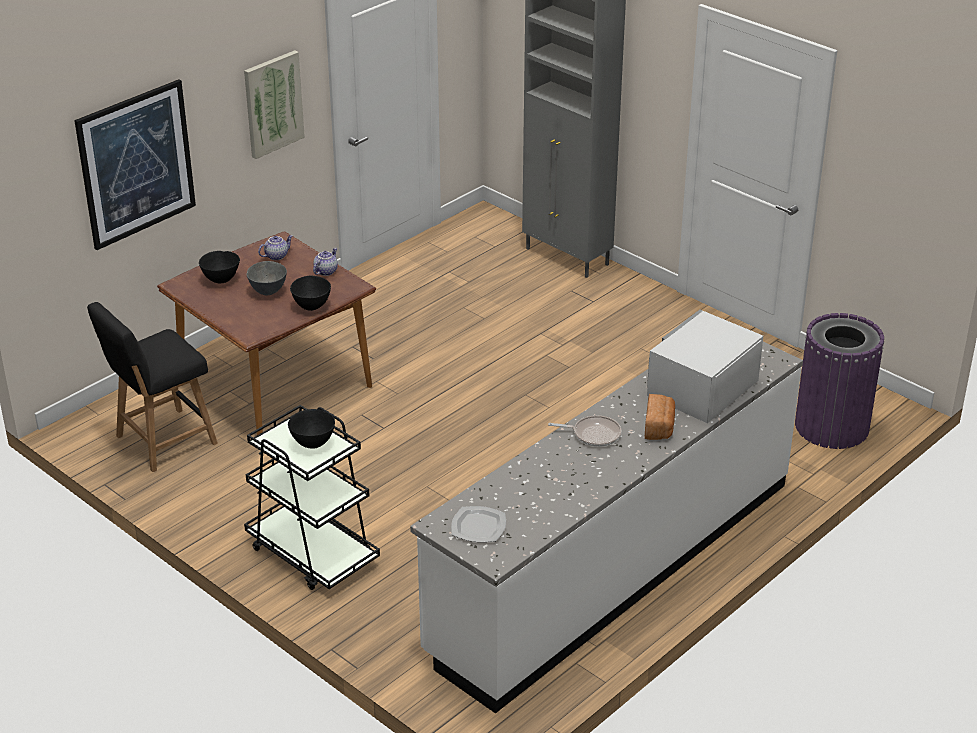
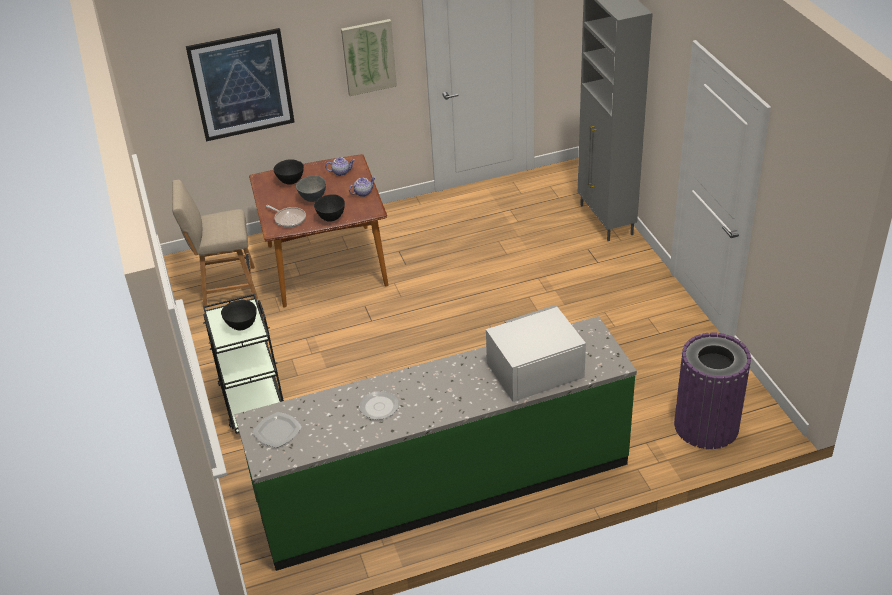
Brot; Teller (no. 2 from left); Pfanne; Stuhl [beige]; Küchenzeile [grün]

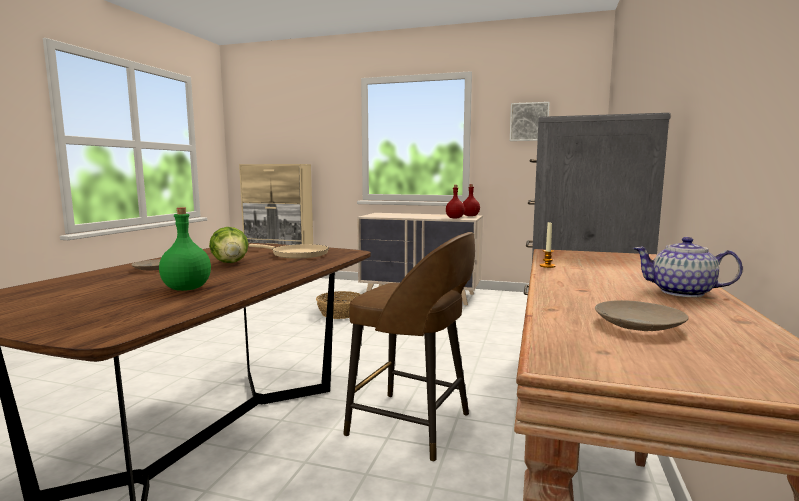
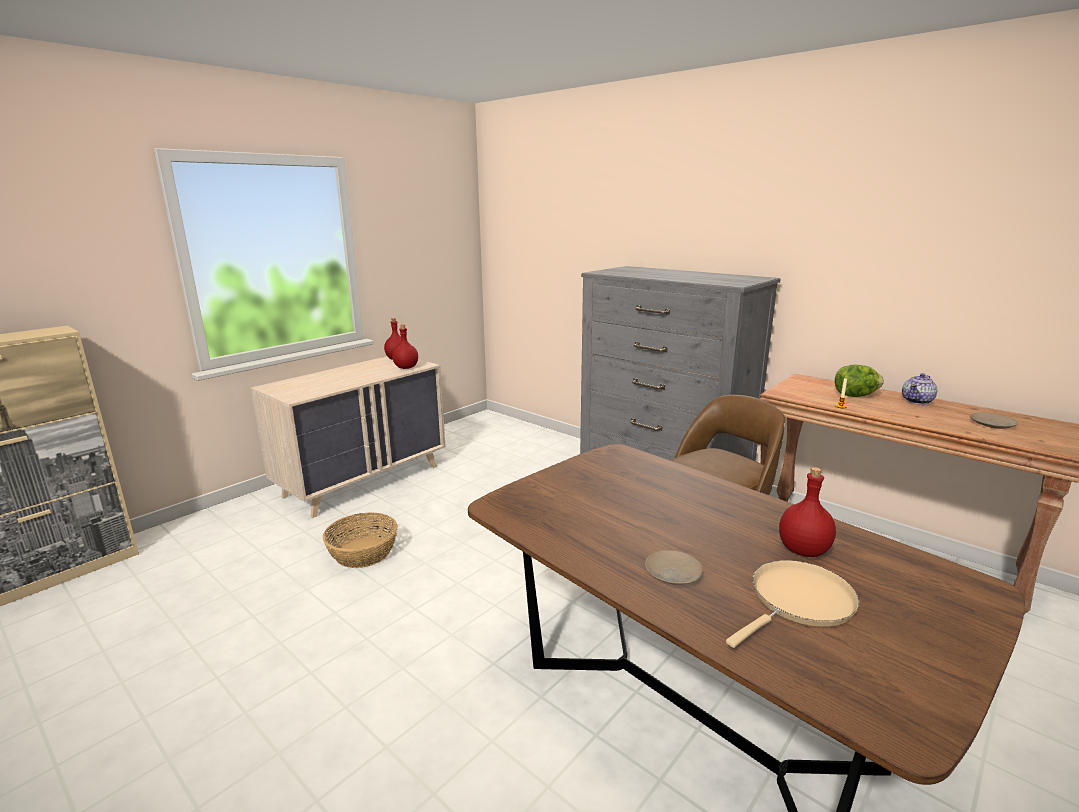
Bild; Salatkopf; Pfanne [beige]; Flasche [rot] (no. 3 from left)

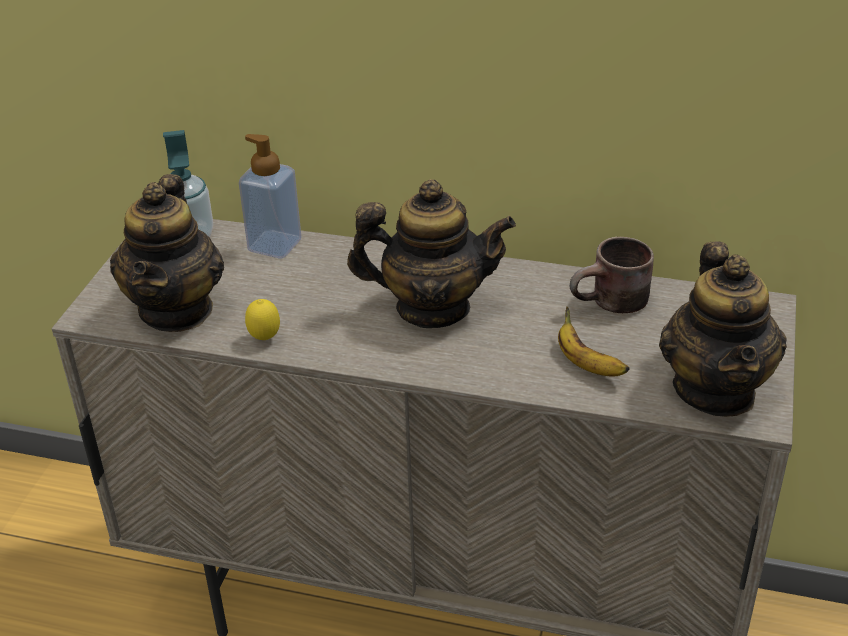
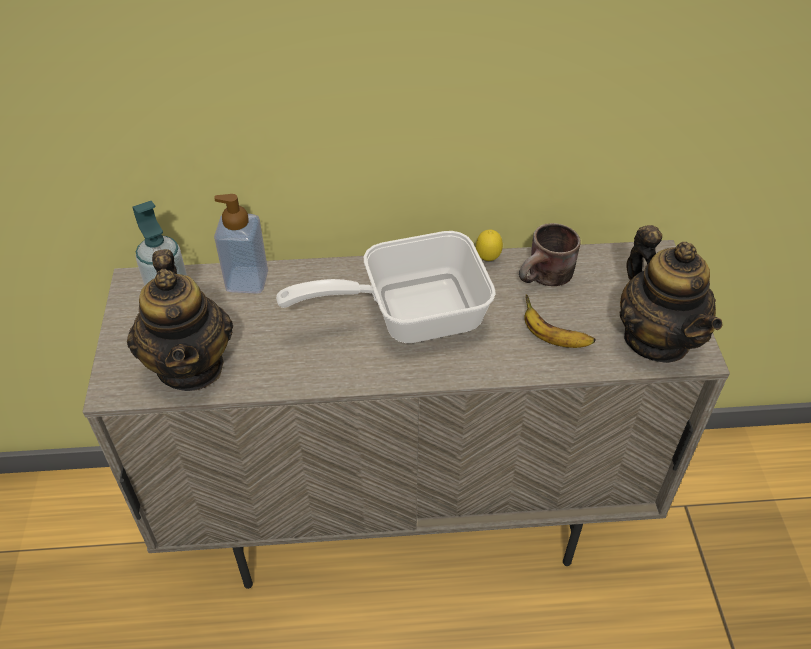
Zitrone; Pfanne

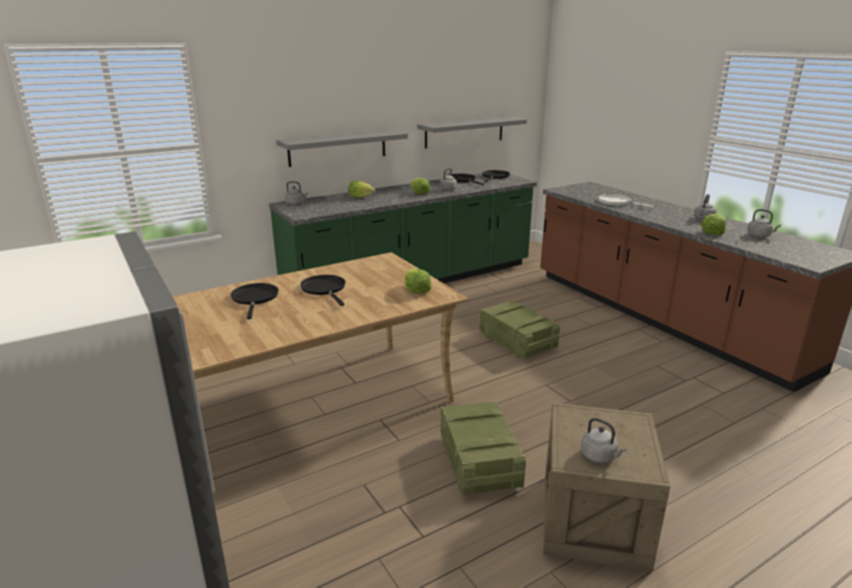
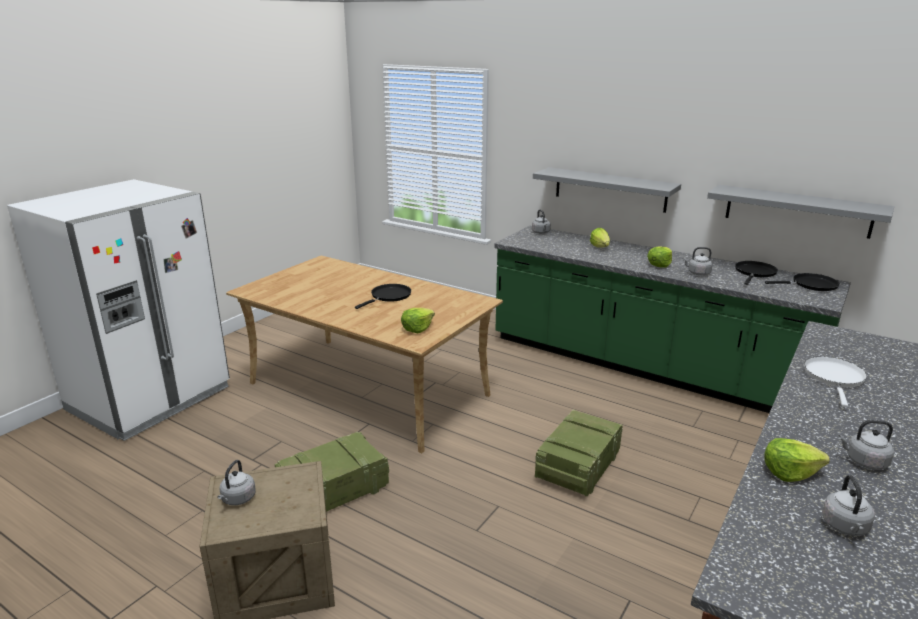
Pfanne [schwarz] (no. 1 from left in the first image)

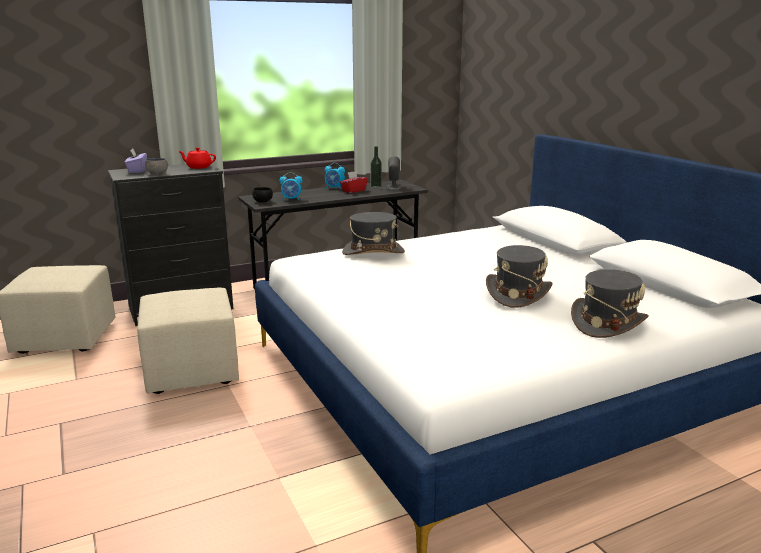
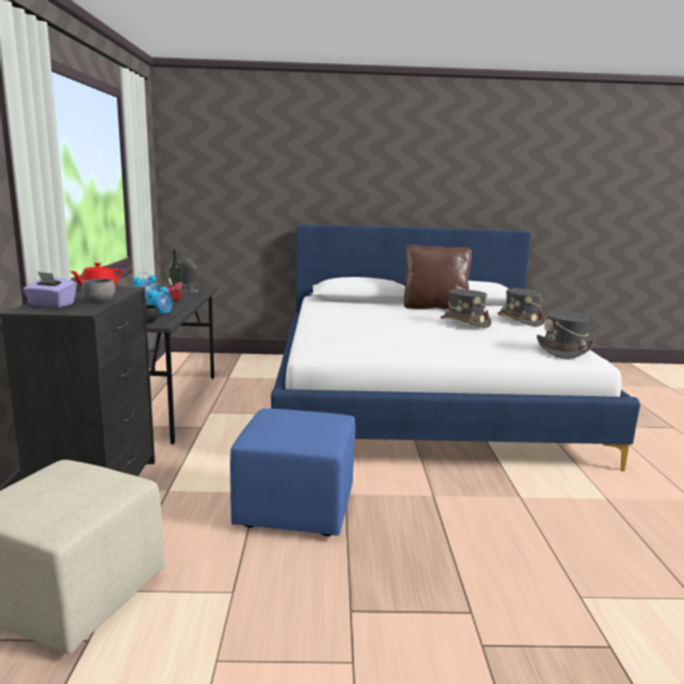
Kissen [braun]; Hut [grau] (no. 3 from left); Polsterhocker [blau]

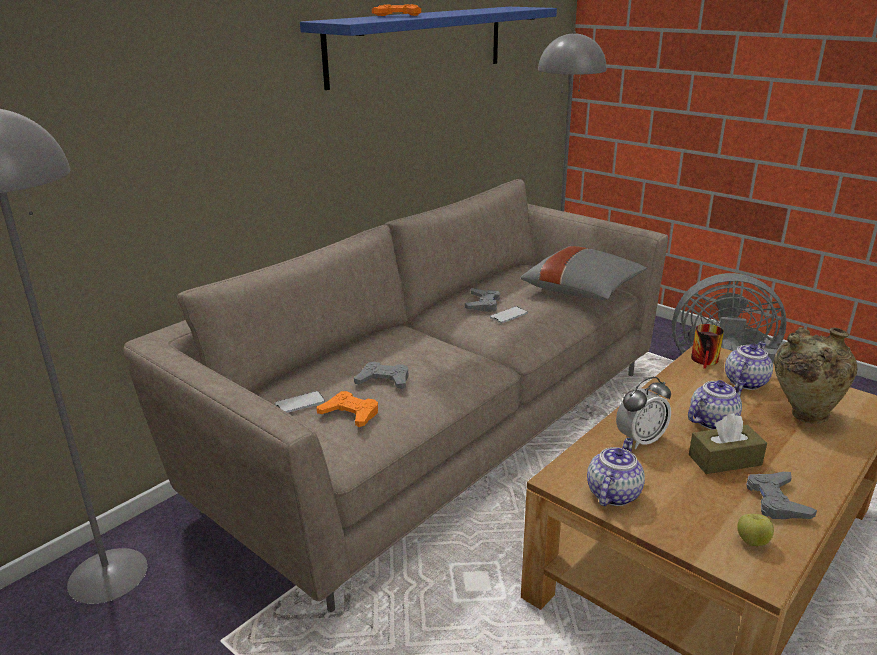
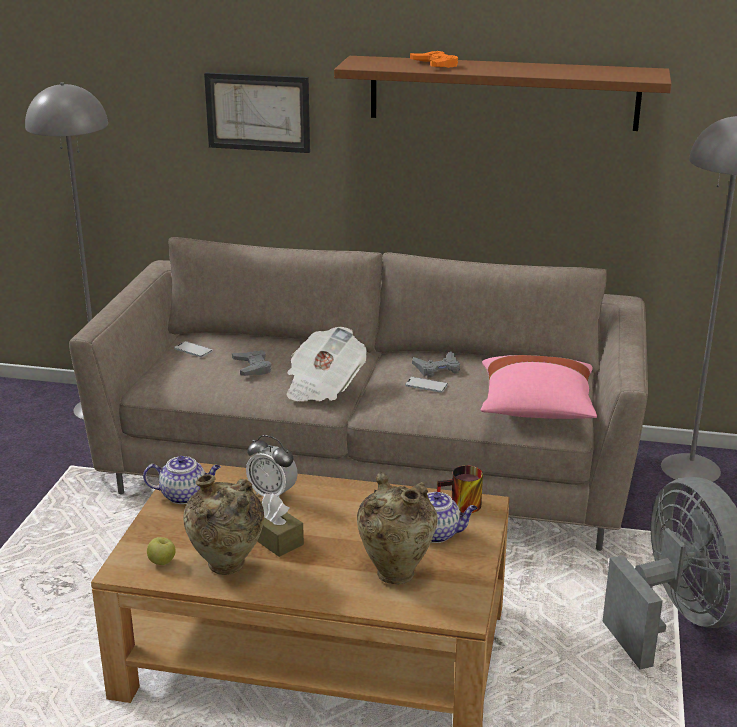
Gamepad [orange] (no. 1 from left in the first image); Teekanne (no. 2 from left in the first image); Bild; Zeitung; Vase [beige] (no. 1 from left); Wandregal [braun]; Kissen [rosa]

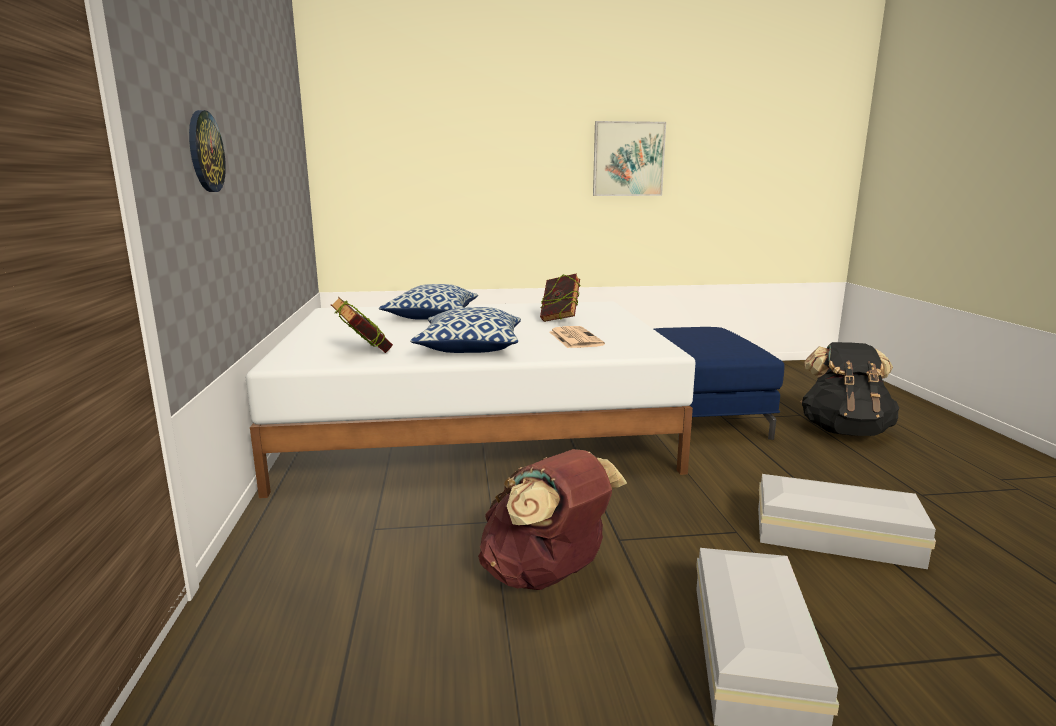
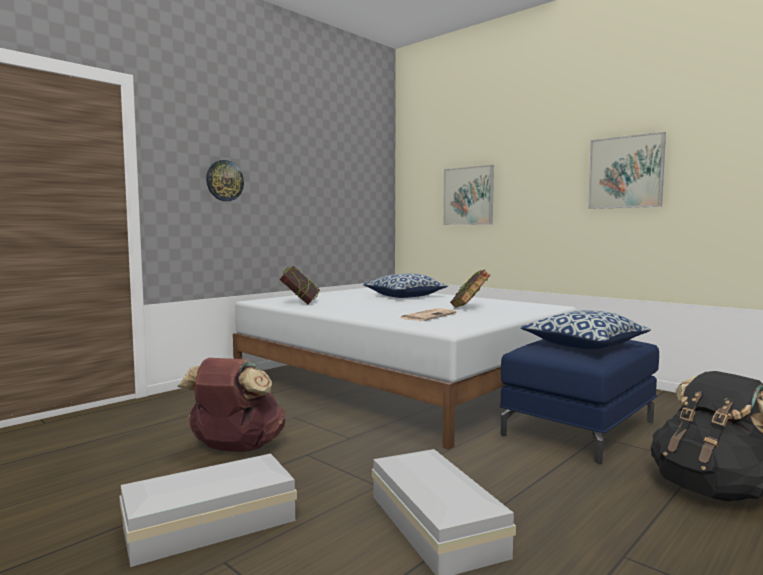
Bild (no. 1 from left); Kissen (no. 2 from left)

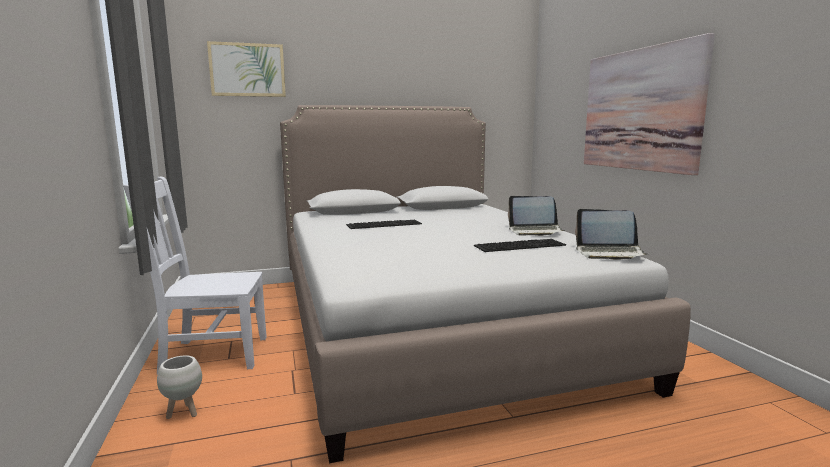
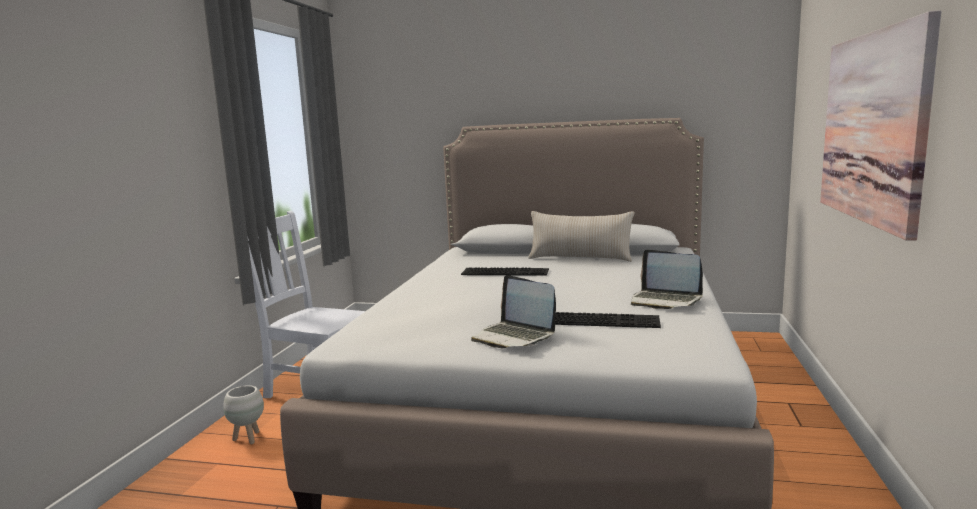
Bild (no. 1 from left in the first image); Kissen [beige]; Laptop (no. 1 from left)

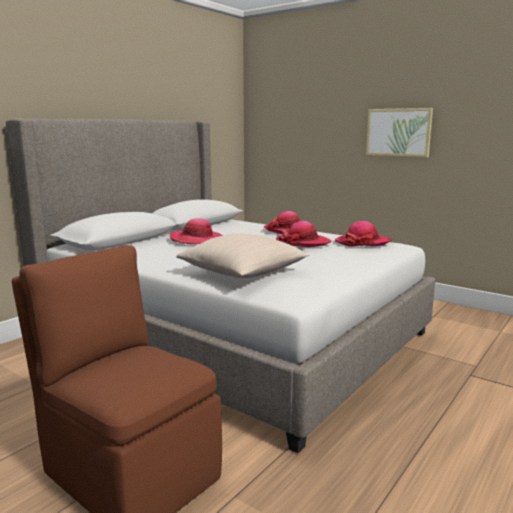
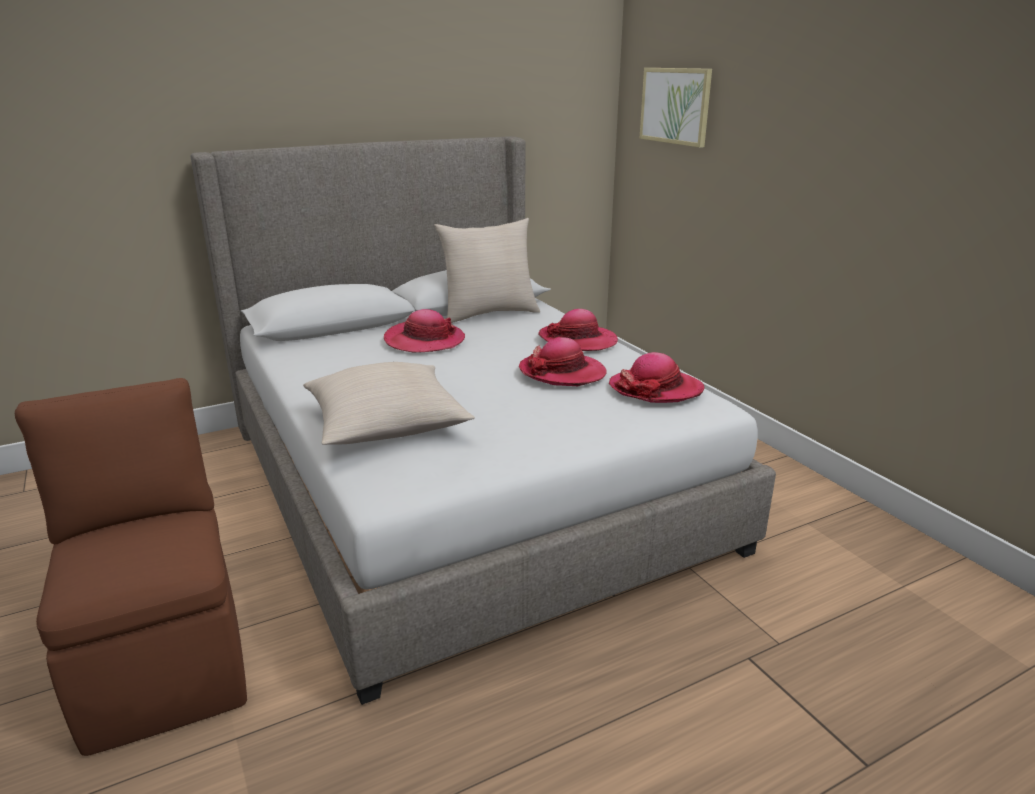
Kissen [beige] (no. 2 from left); Bild

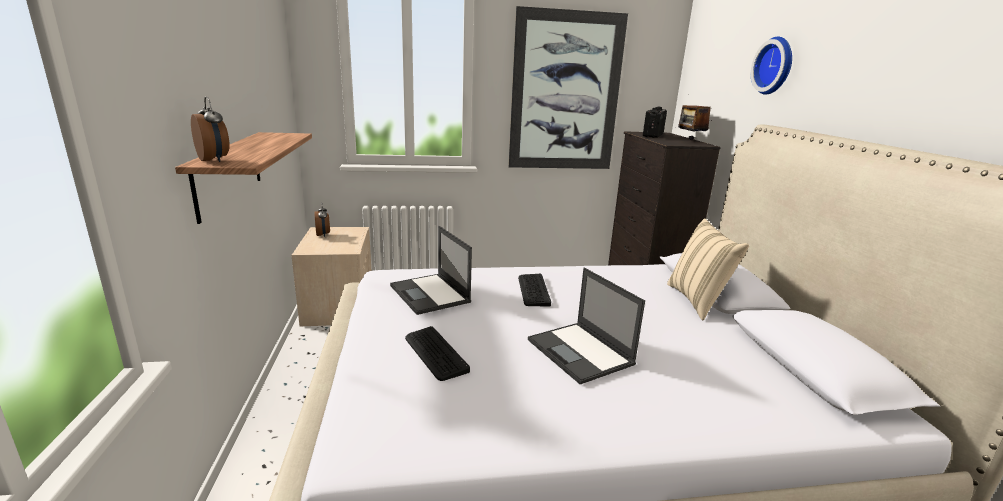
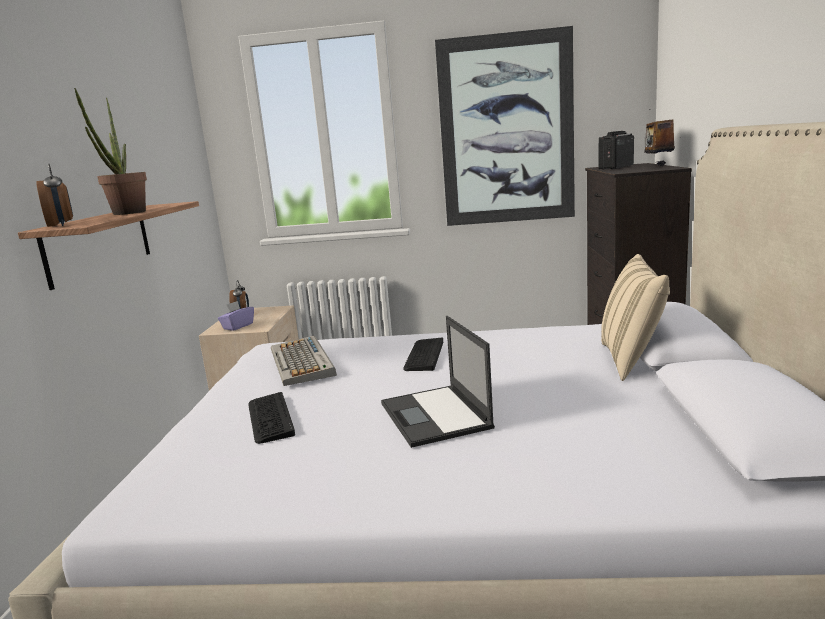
Wanduhr; Topfpflanze; Taschentuchbox [lila]; Tastatur (no. 2 from left)

